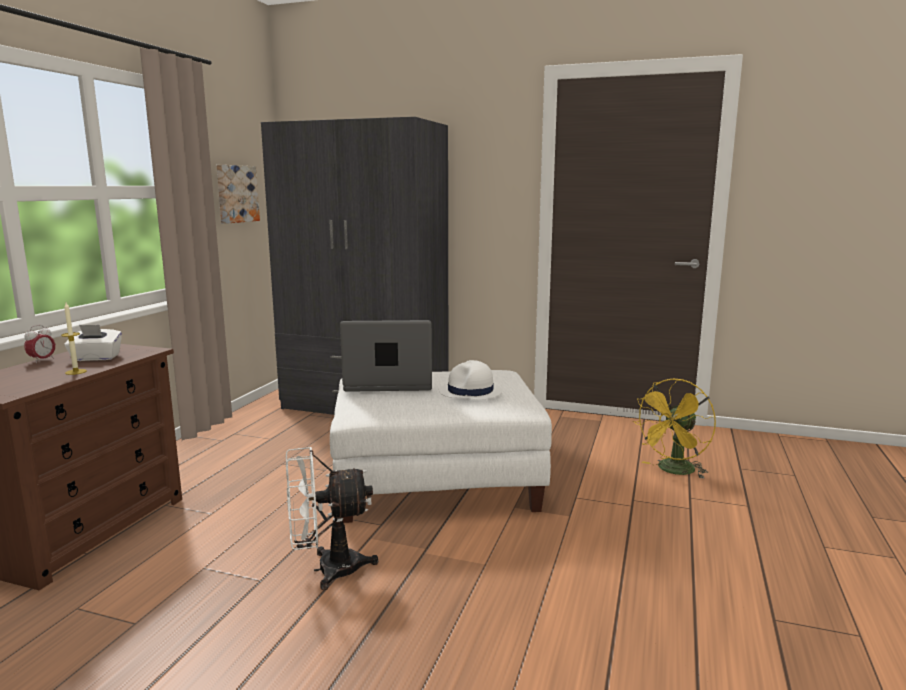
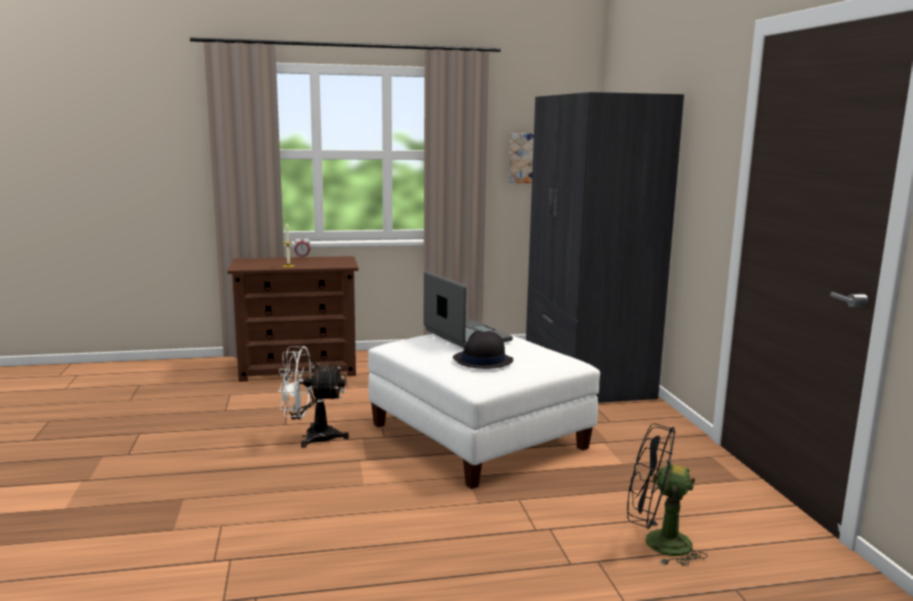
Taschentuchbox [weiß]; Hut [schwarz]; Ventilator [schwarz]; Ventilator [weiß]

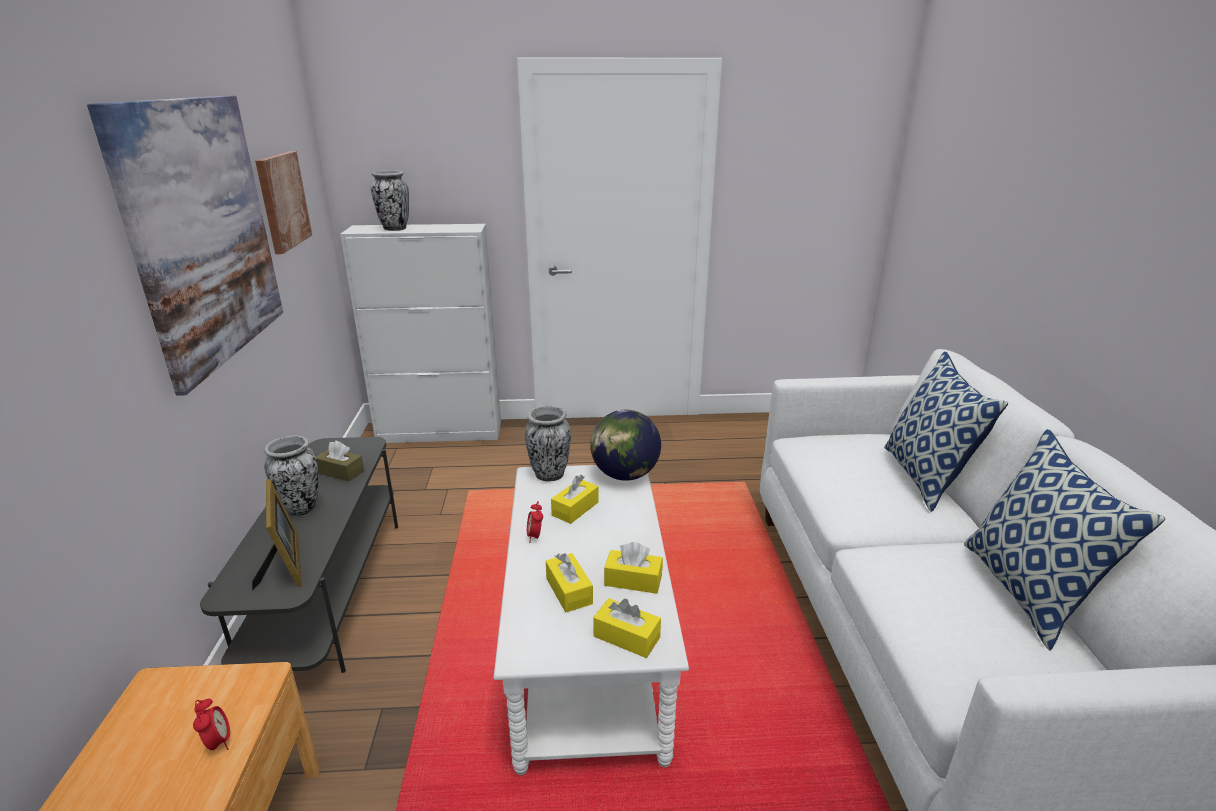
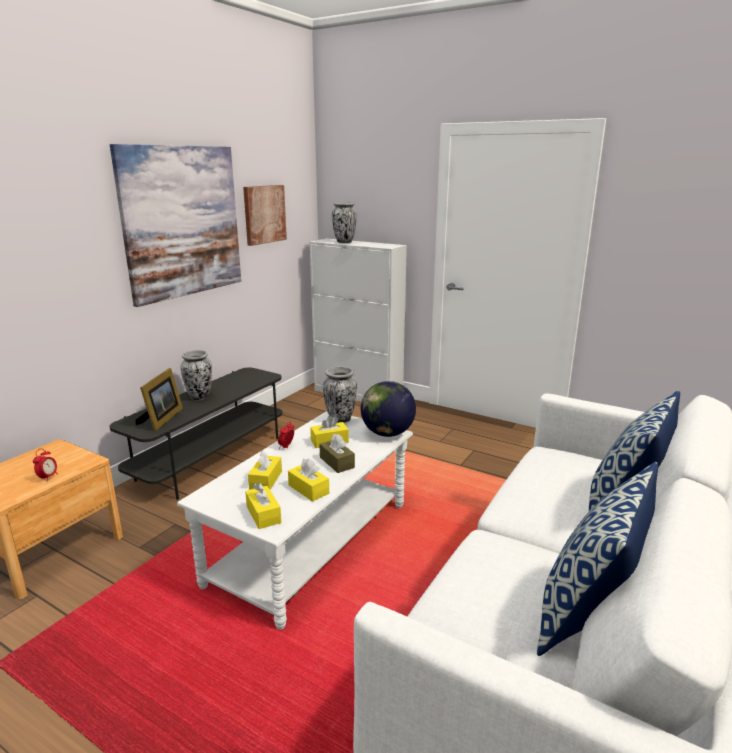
Taschentuchbox [braun]

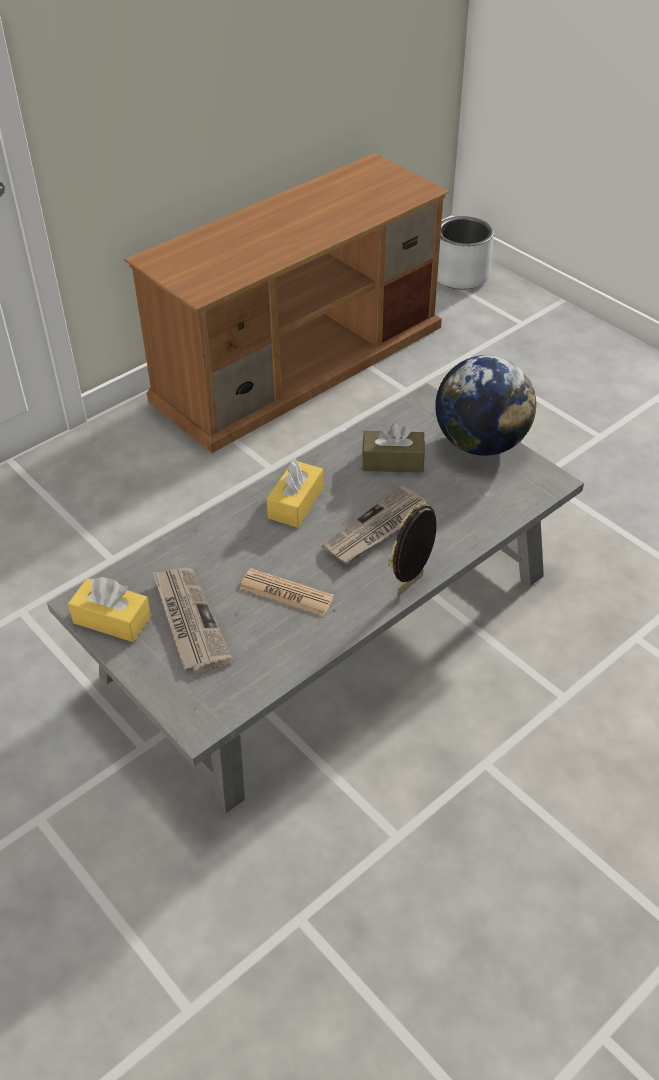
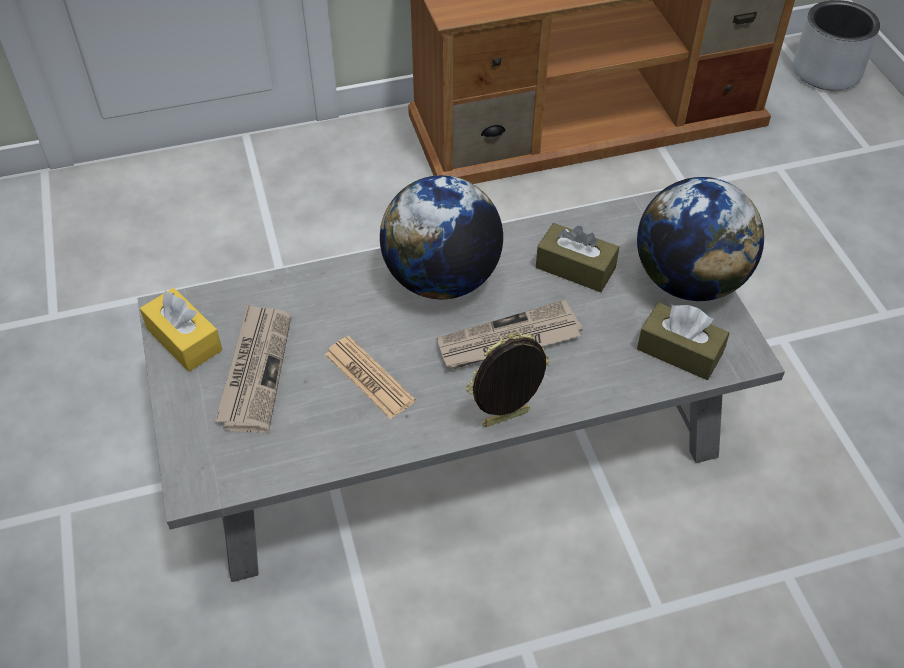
Taschentuchbox [braun] (no. 2 from left); Globus (no. 1 from left)

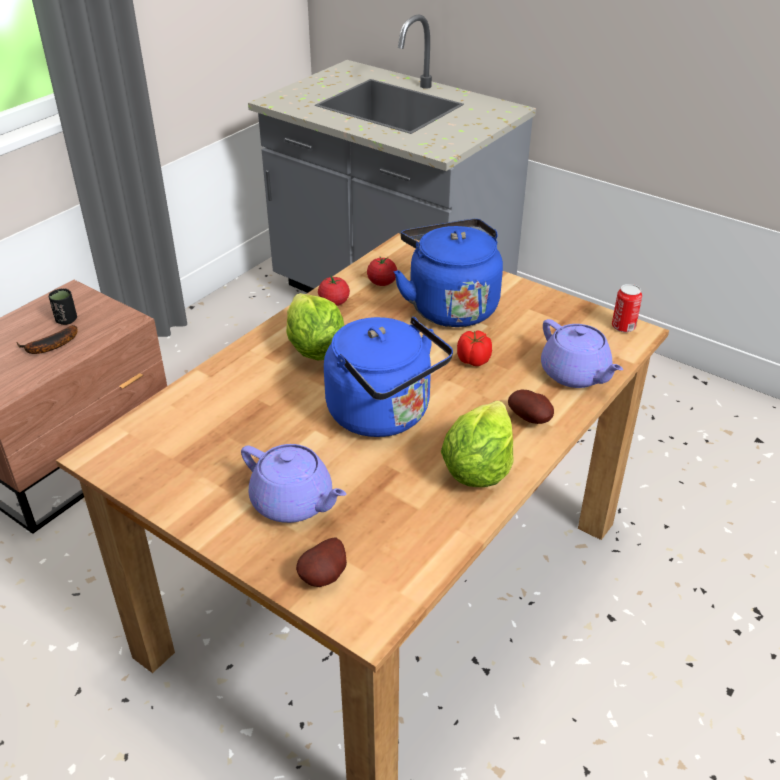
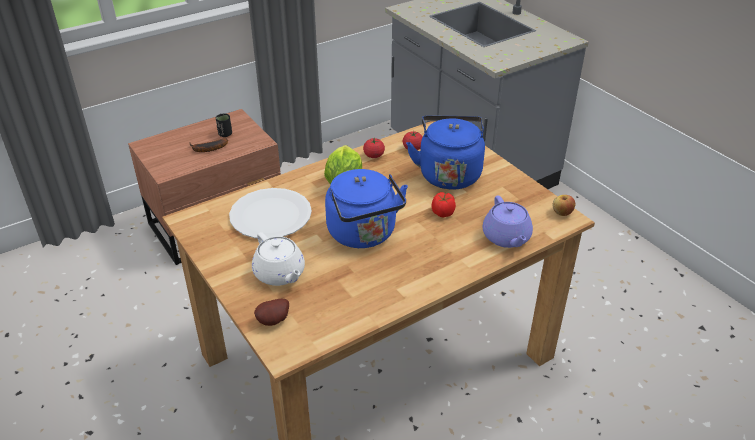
Salatkopf (no. 2 from left in the first image); Kartoffel (no. 2 from left in the first image); Teller [weiß]; Apfel; Teekanne [weiß]

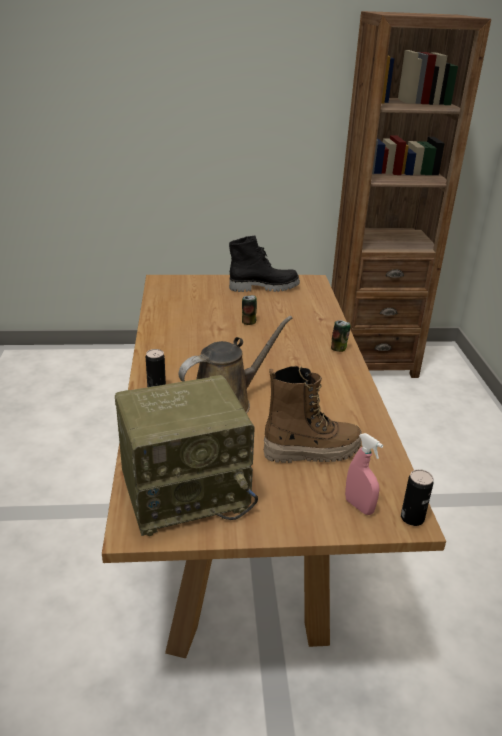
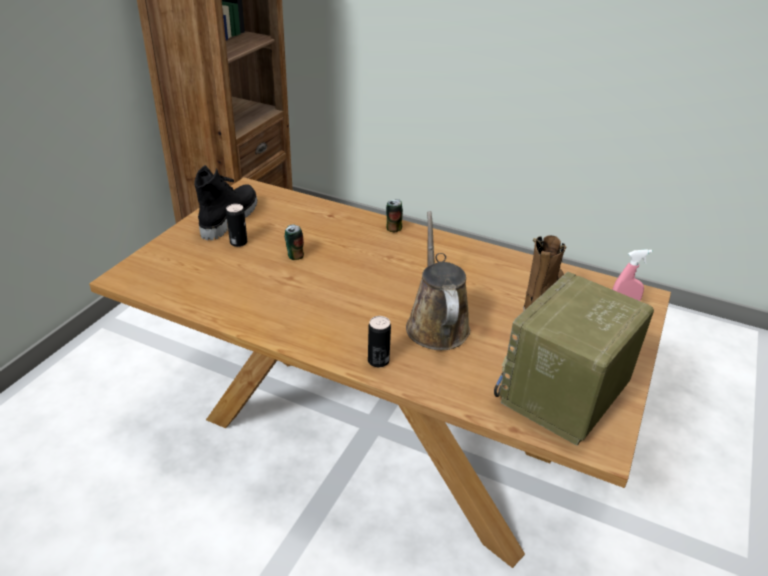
Dose (no. 1 from left); Radio

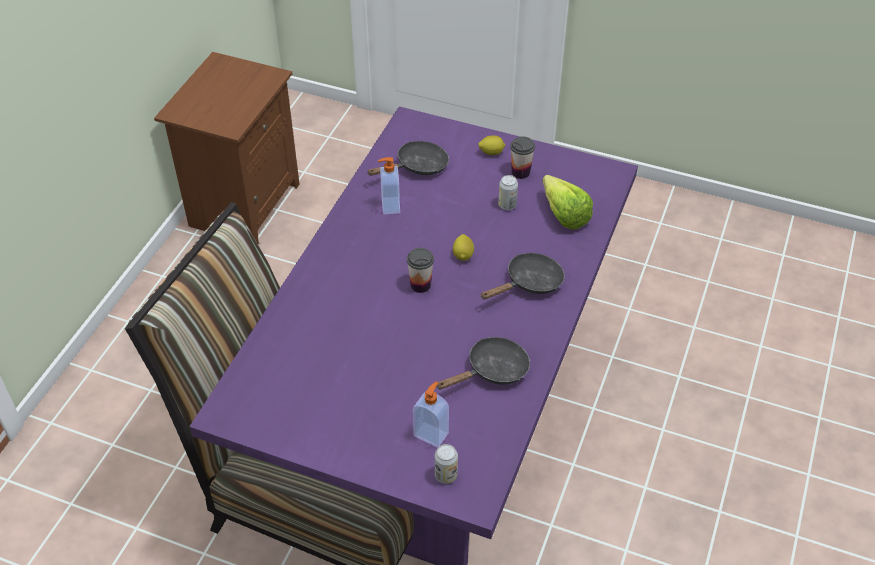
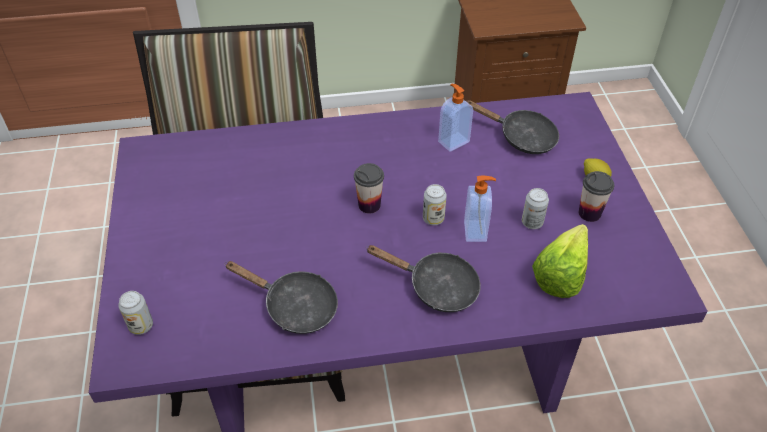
Seifenspender (no. 2 from left); Dose (no. 2 from left)

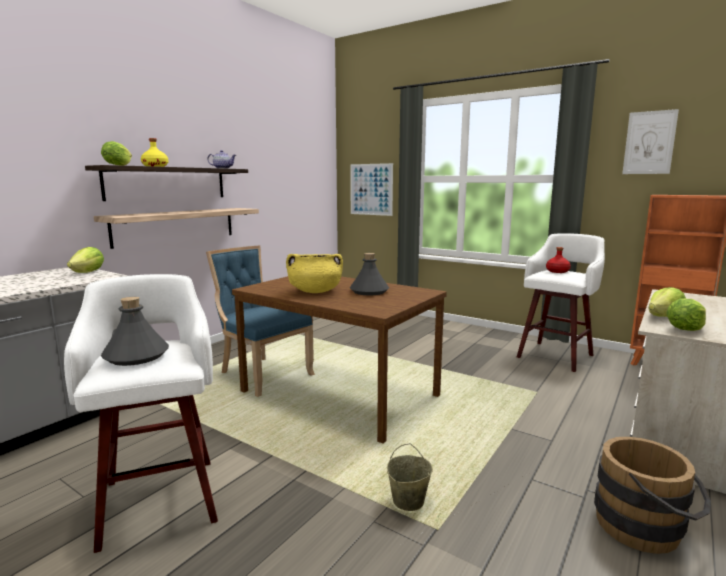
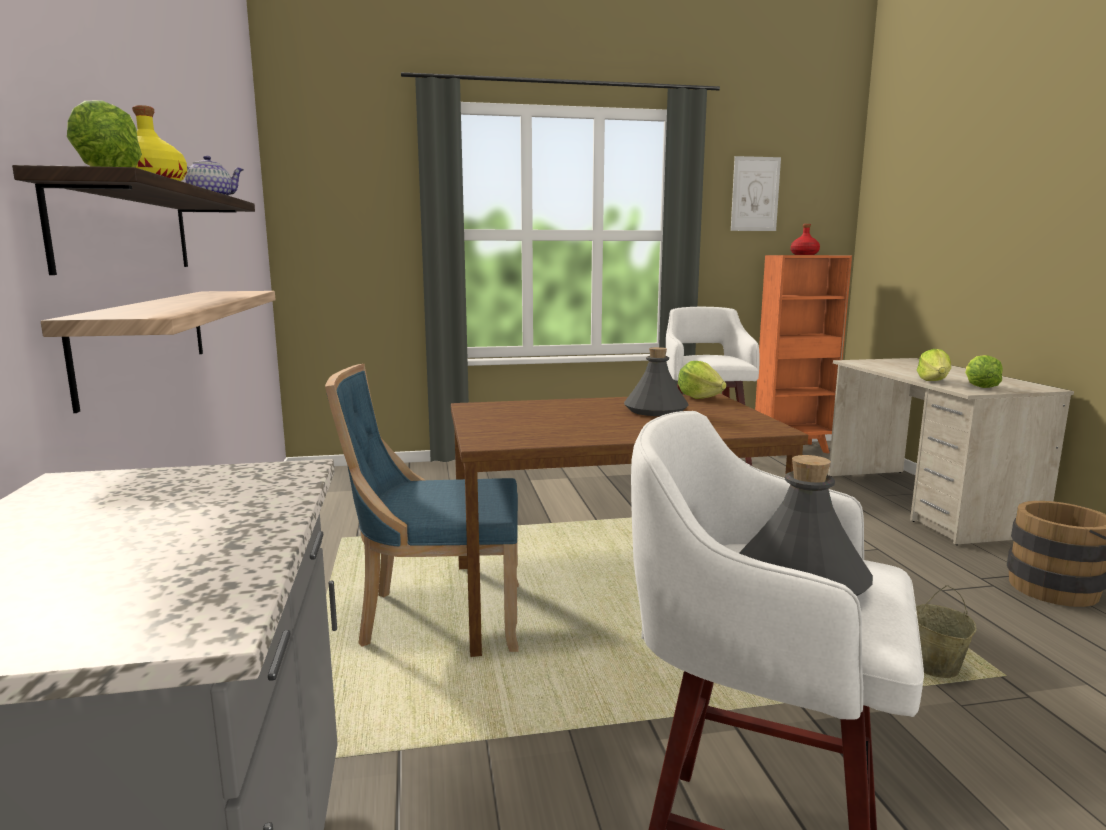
Kochtopf [gelb]; Bild (no. 1 from left in the first image); Salatkopf (no. 2 from left); Flasche [rot]

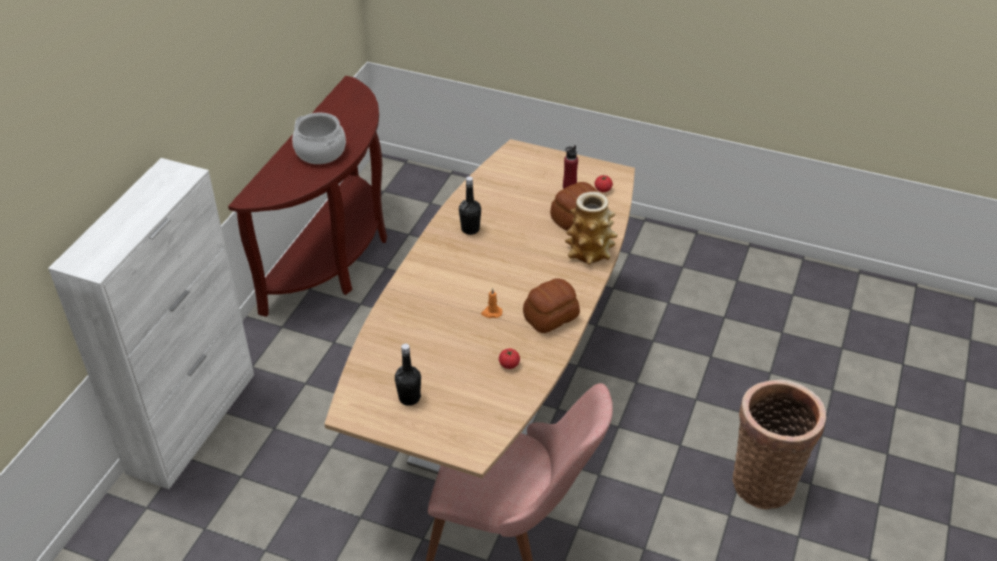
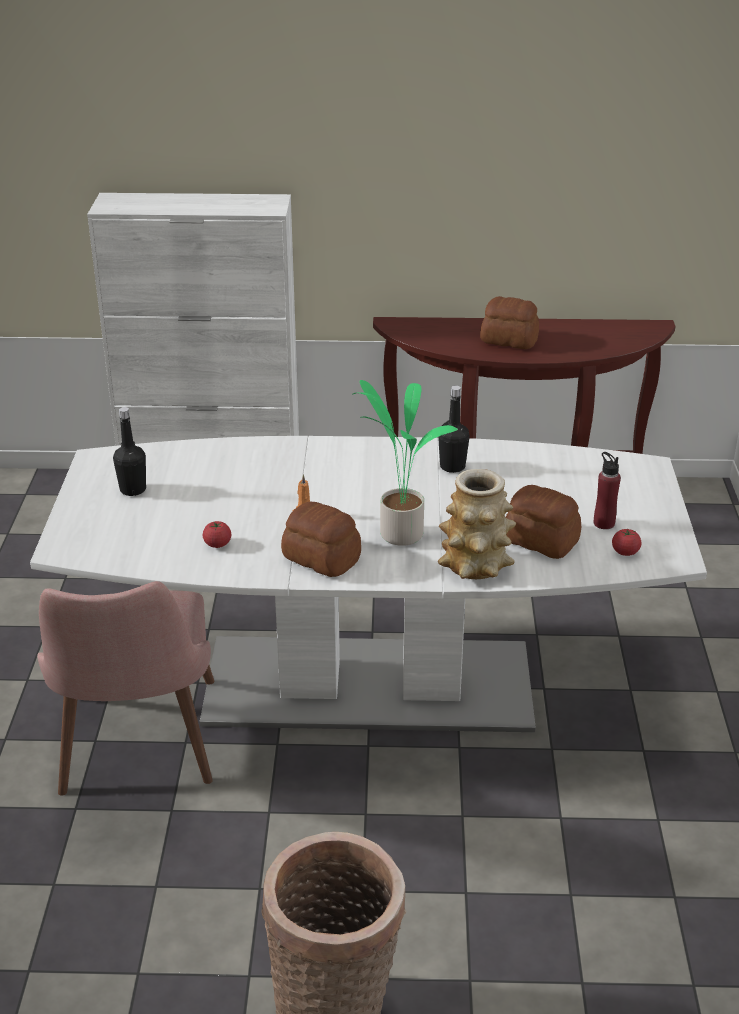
Topfpflanze; Brot (no. 2 from left); Esstisch [weiß]

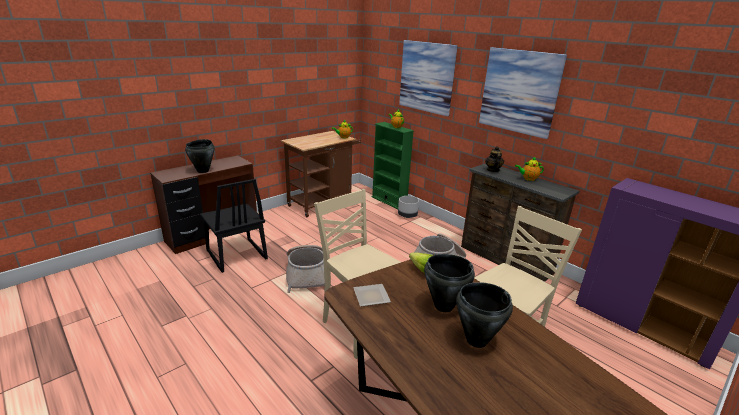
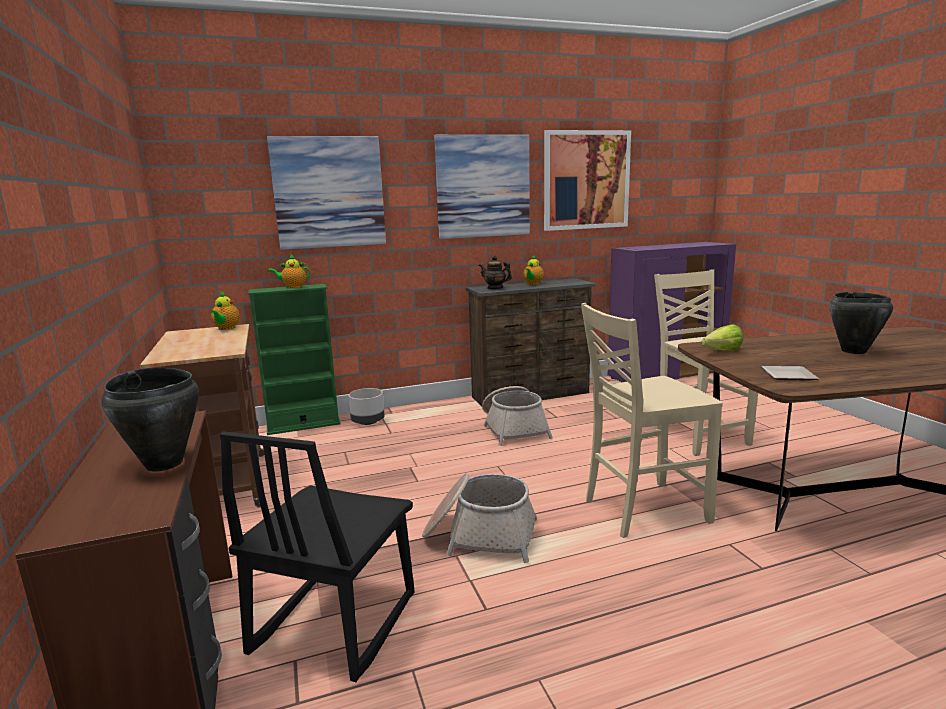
Kochtopf [schwarz] (no. 2 from left in the first image); Bild (no. 3 from left); Stuhl [schwarz]

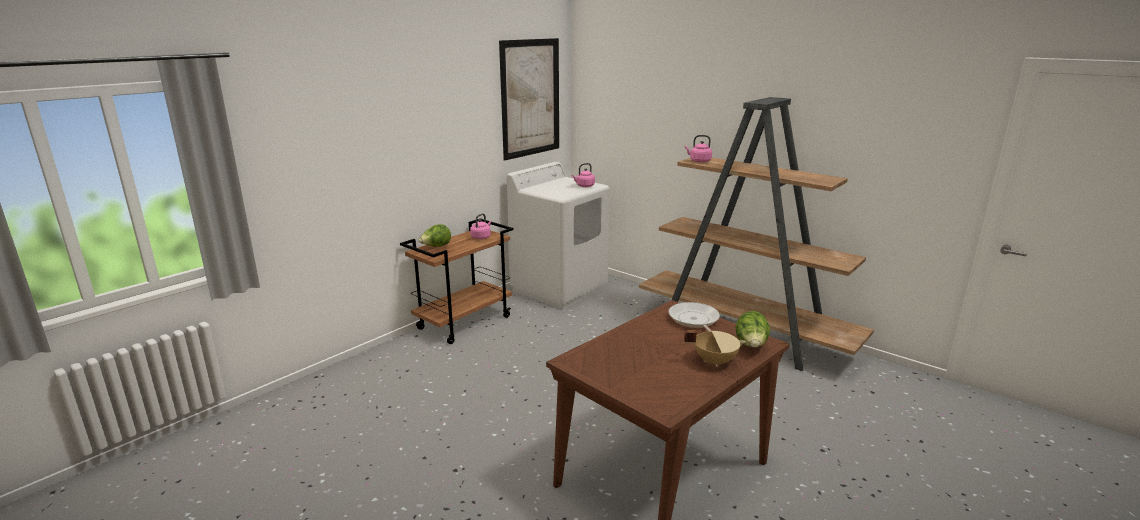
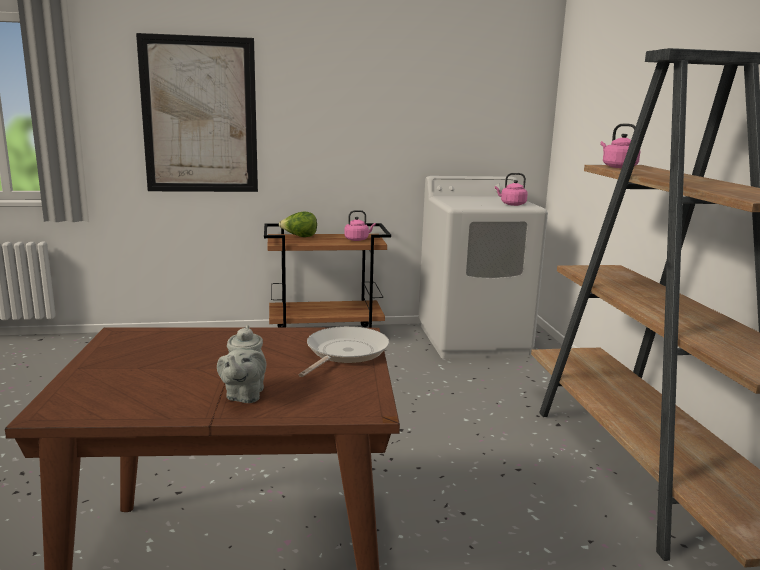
Salatkopf (no. 2 from left in the first image); Bild; Teekanne [grau]

